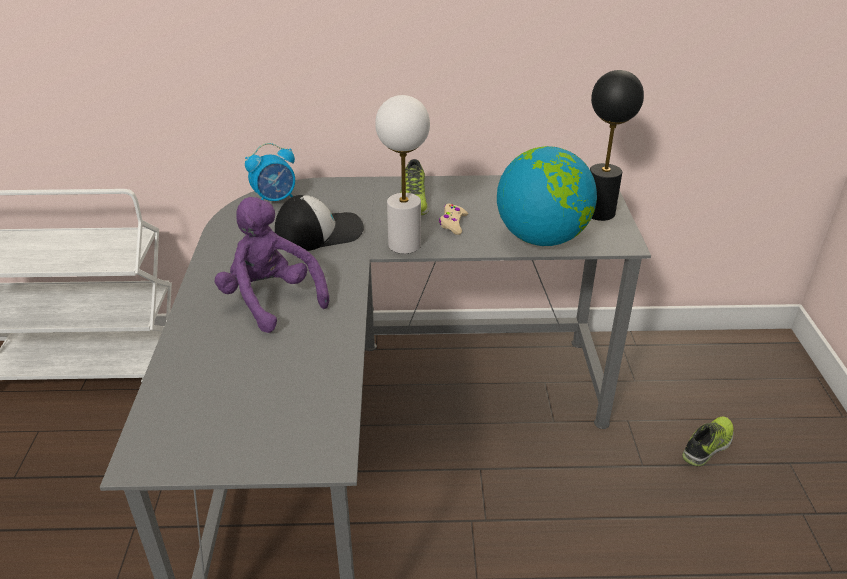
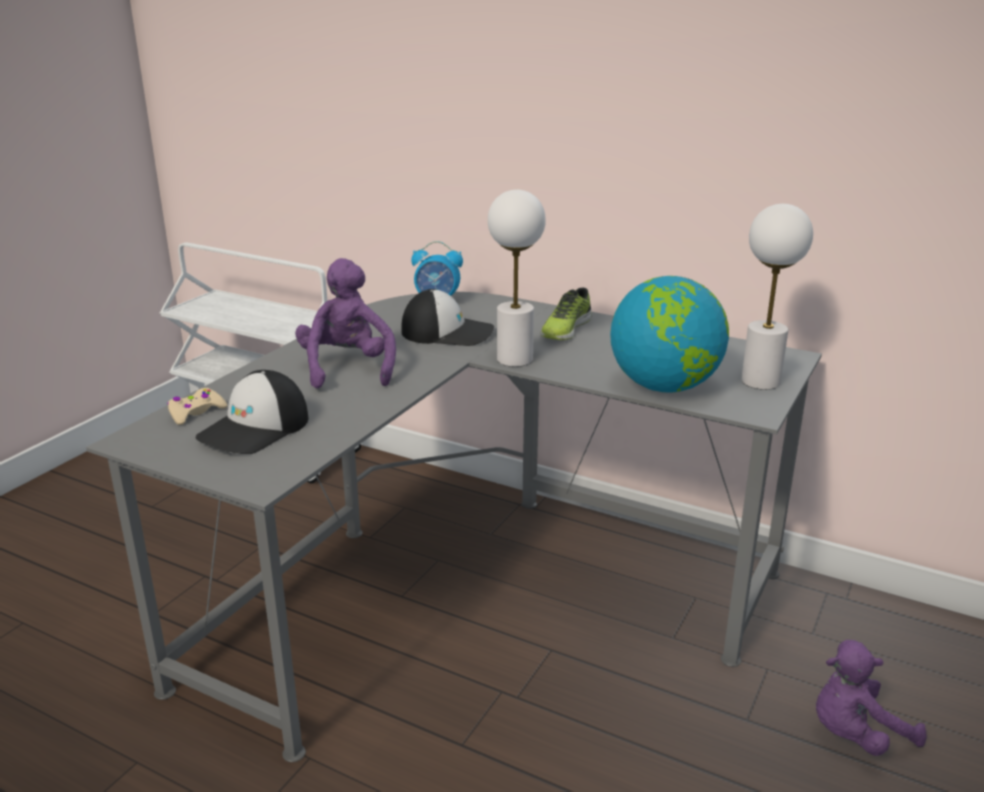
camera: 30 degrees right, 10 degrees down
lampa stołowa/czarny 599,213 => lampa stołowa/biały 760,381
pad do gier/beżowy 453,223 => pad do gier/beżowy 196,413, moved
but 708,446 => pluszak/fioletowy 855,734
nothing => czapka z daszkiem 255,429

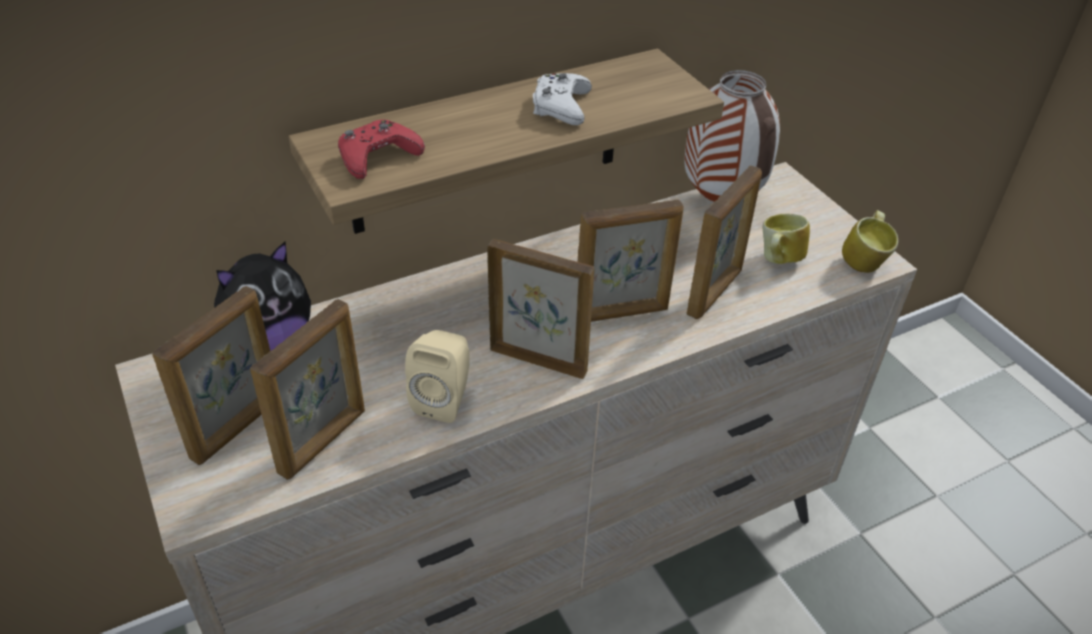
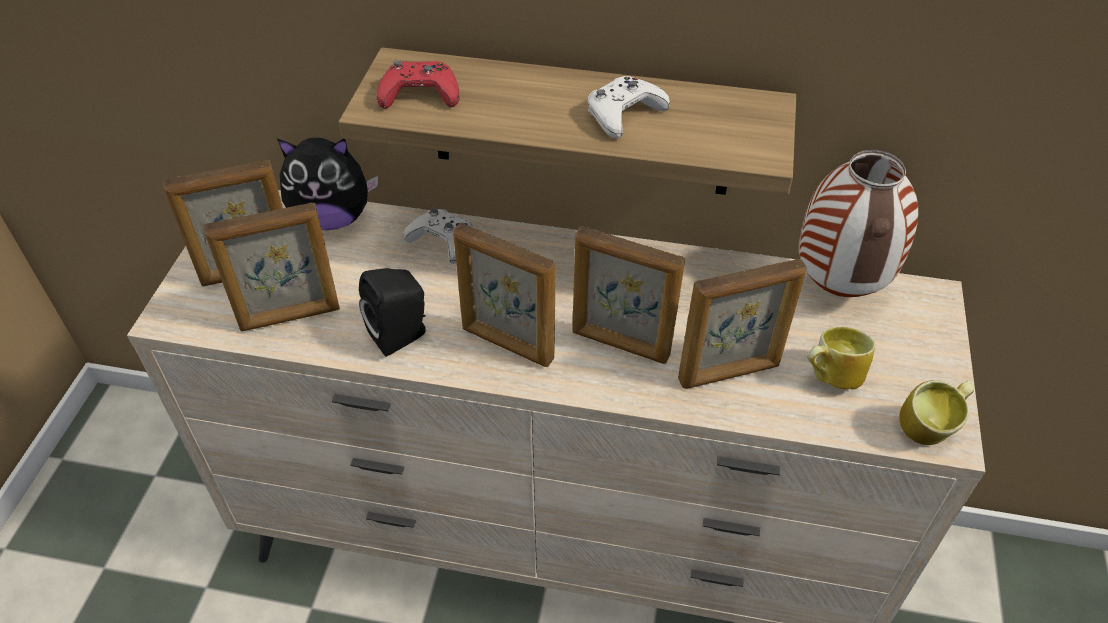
camera: 40 degrees right, 5 degrees up
ramka na zdjęcie 538,359 => ramka na zdjęcie 507,344, 150 degrees clockwise
głośnik/beżowy 444,399 => głośnik/czarny 402,335
nothing => pad do gier/biały 443,241

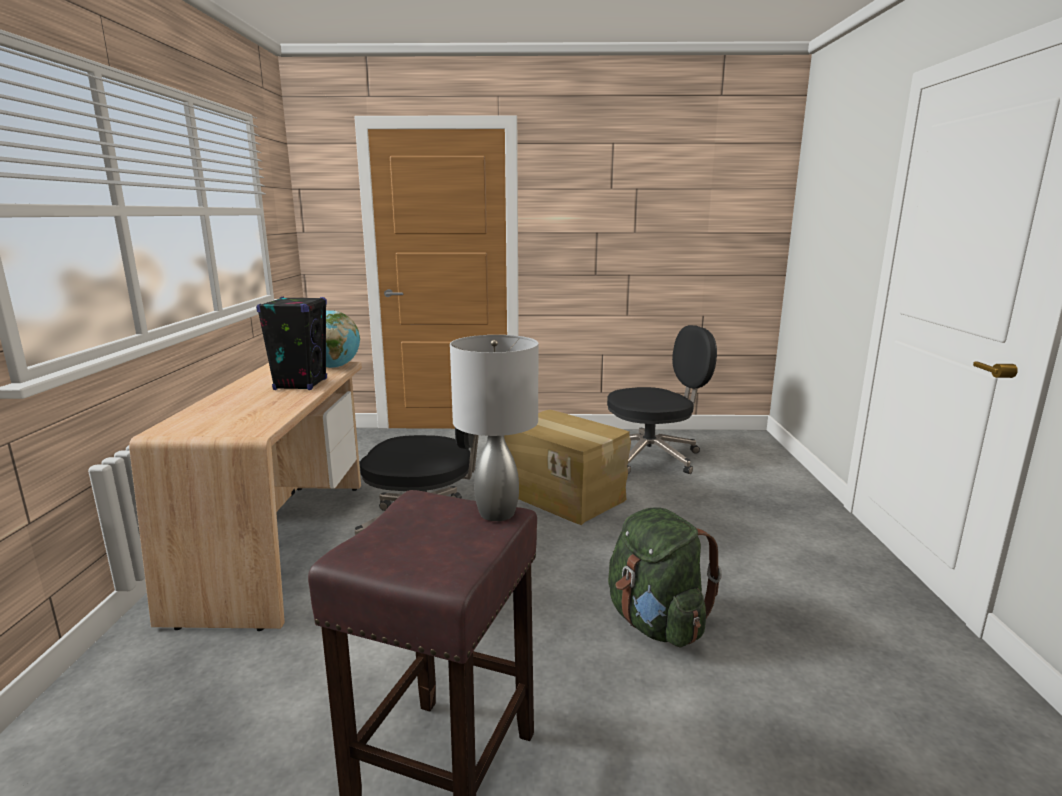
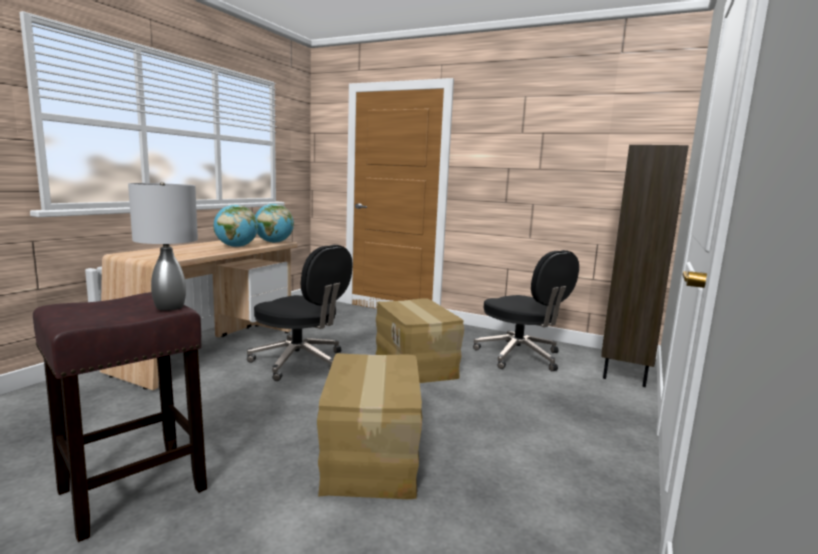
camera: 25 degrees right, 5 degrees down
głośnik/czarny 301,384 => globus 236,247
krzesło biurowe/czarny 652,457 => krzesło biurowe/czarny 520,356, 45 degrees clockwise
plecak/zielony 655,622 => karton 372,457
nothing => regał/brązowy 627,369

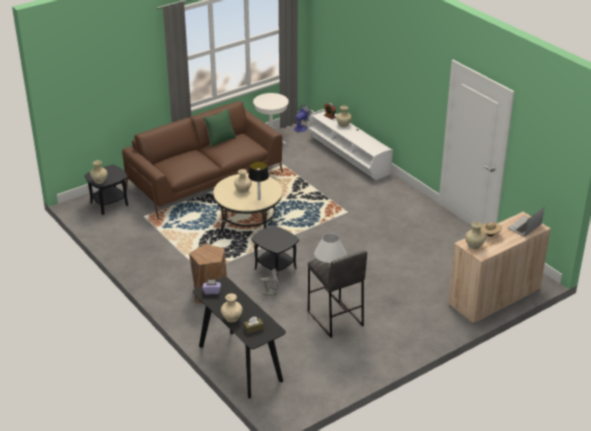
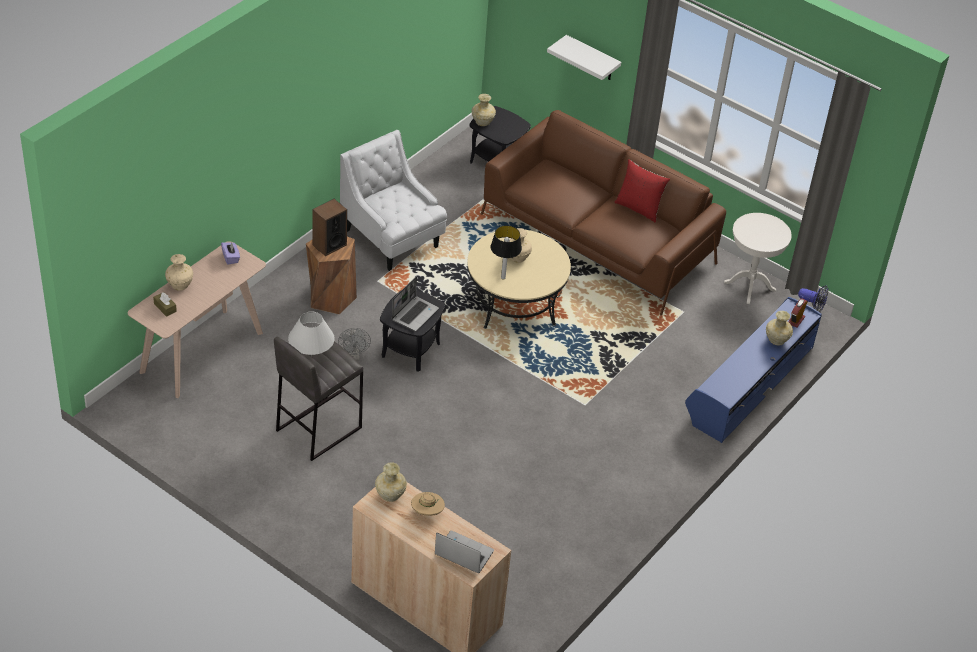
camera: 70 degrees right, 10 degrees up
poduszka/zielony 220,140 => poduszka/czerwony 639,208
szafka pod telewizor/biały 348,156 => szafka pod telewizor/niebieski 748,383
stolik konsolowy/czarny 239,363 => stolik konsolowy/beżowy 201,352
nothing => półka/biały 592,59
nothing => fotel/biały 392,239
nothing => głośnik 329,245
nothing => laptop 415,314

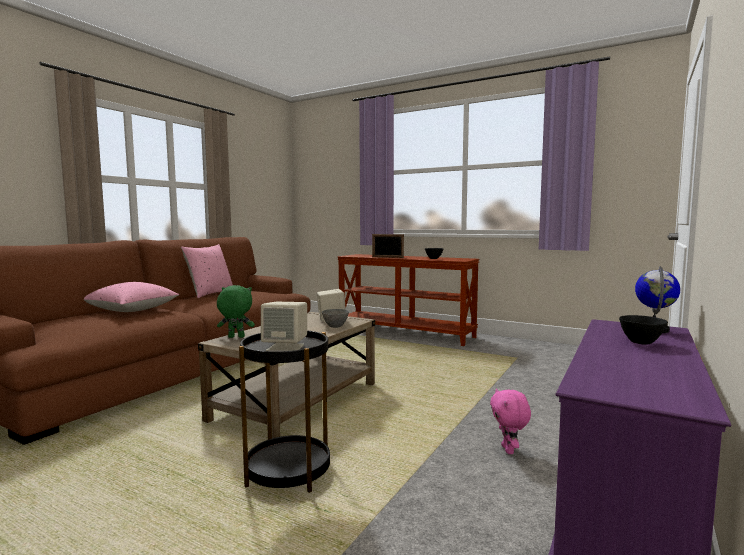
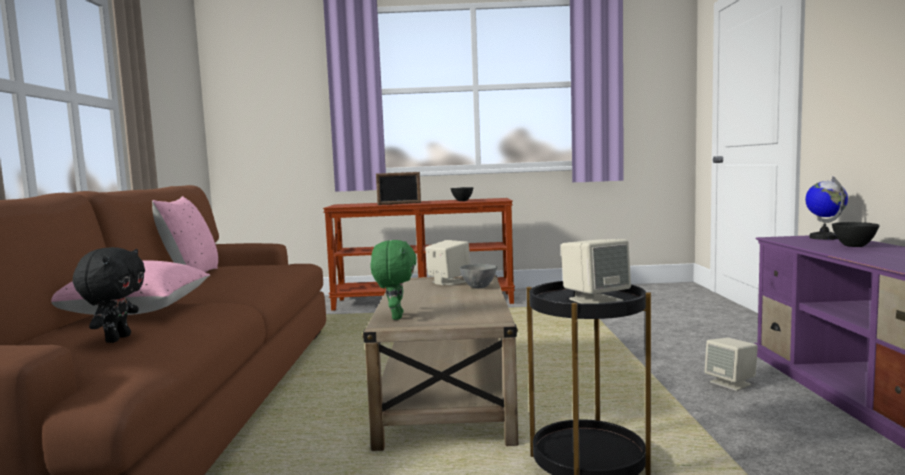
camera: 30 degrees left, 0 degrees up
pluszak/zielony 235,337 => pluszak/zielony 395,317, 120 degrees clockwise
pluszak/różowy 509,450 => głośnik/beżowy 731,383
nothing => pluszak/czarny 117,339

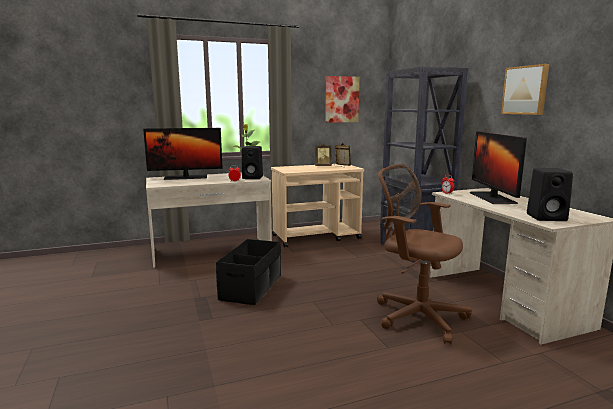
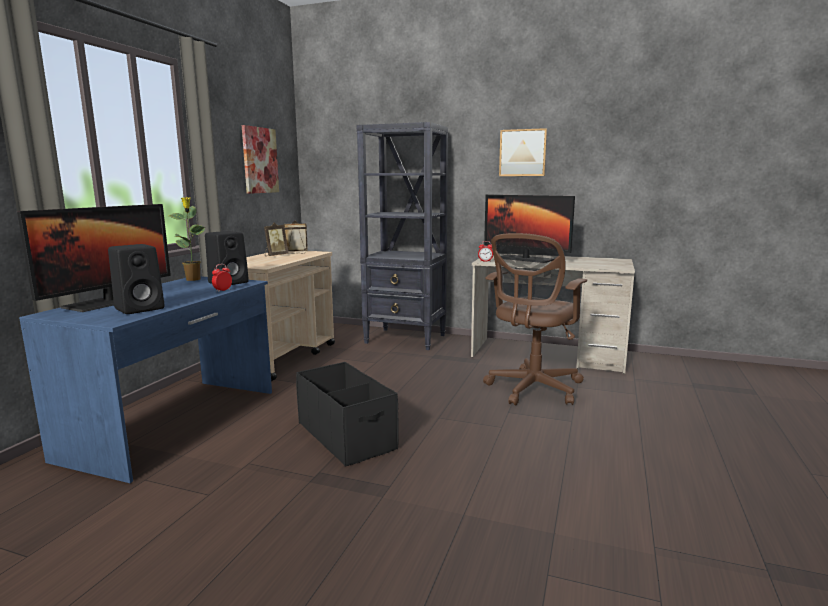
camera: 50 degrees left, 0 degrees up
krzesło biurowe/brązowy 416,316 => krzesło biurowe/brązowy 532,389, 45 degrees counterclockwise
głośnik/czarny 547,217 => głośnik/czarny 141,308, moved
biurko/beżowy 211,251 => biurko/niebieski 176,423

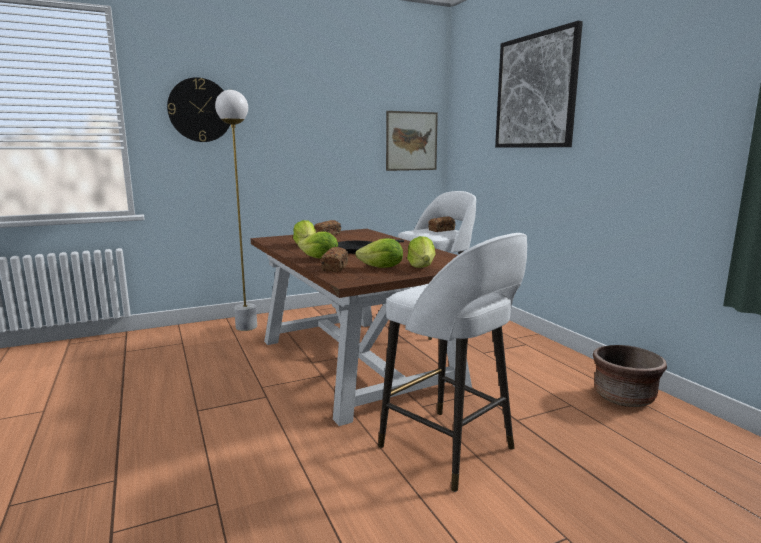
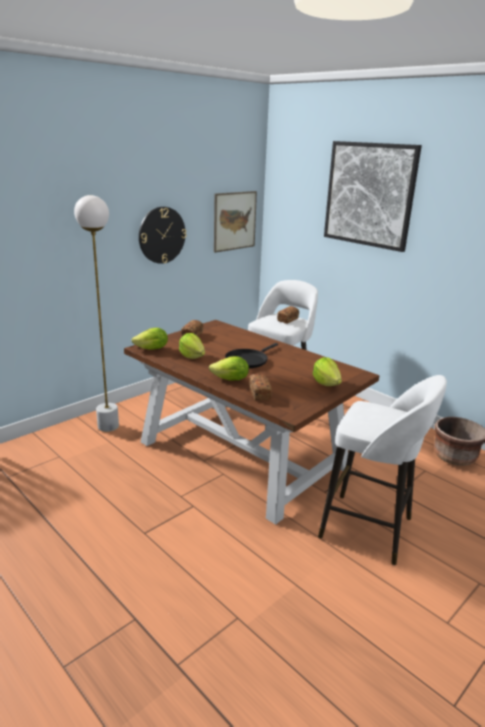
camera: 20 degrees left, 10 degrees up
zegar ścienny 200,110 => zegar ścienny 162,235, moved
sałata 382,268 => sałata 152,349, moved

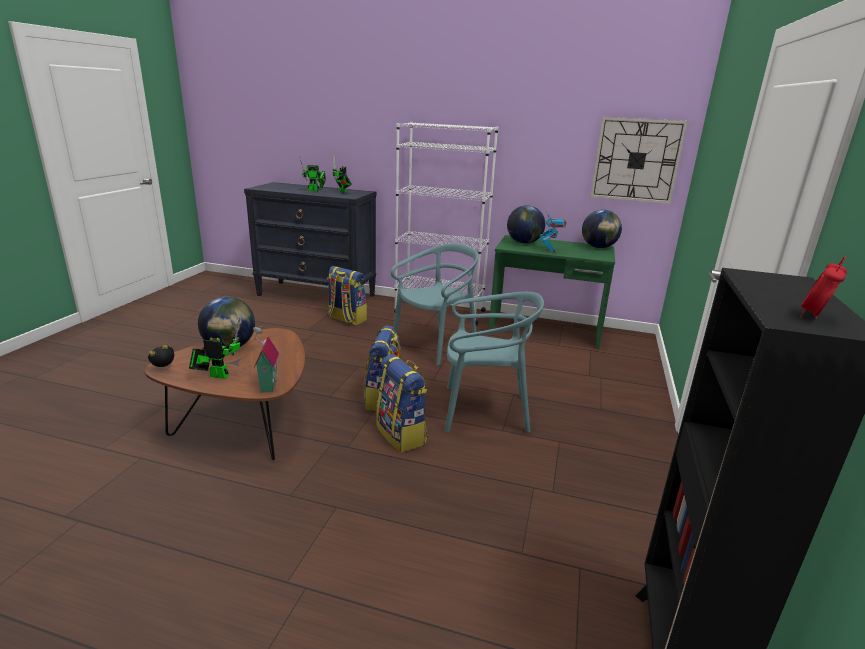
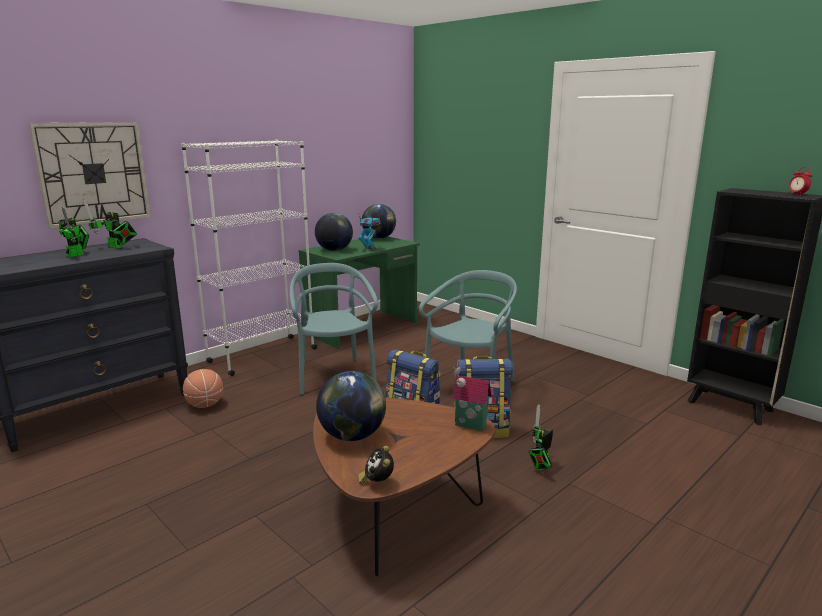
camera: 60 degrees left, 5 degrees down
zegar ścienny 636,160 => zegar ścienny 93,173, moved
plecak 346,319 => piłka do koszykówki 205,405
robot zabawkowy 216,375 => robot zabawkowy 540,467, moved

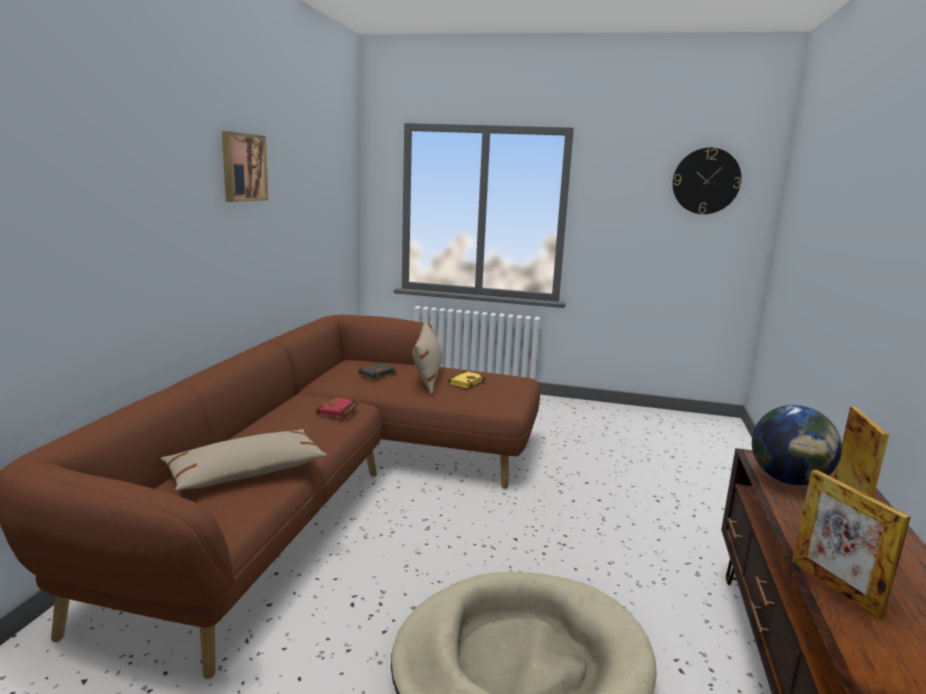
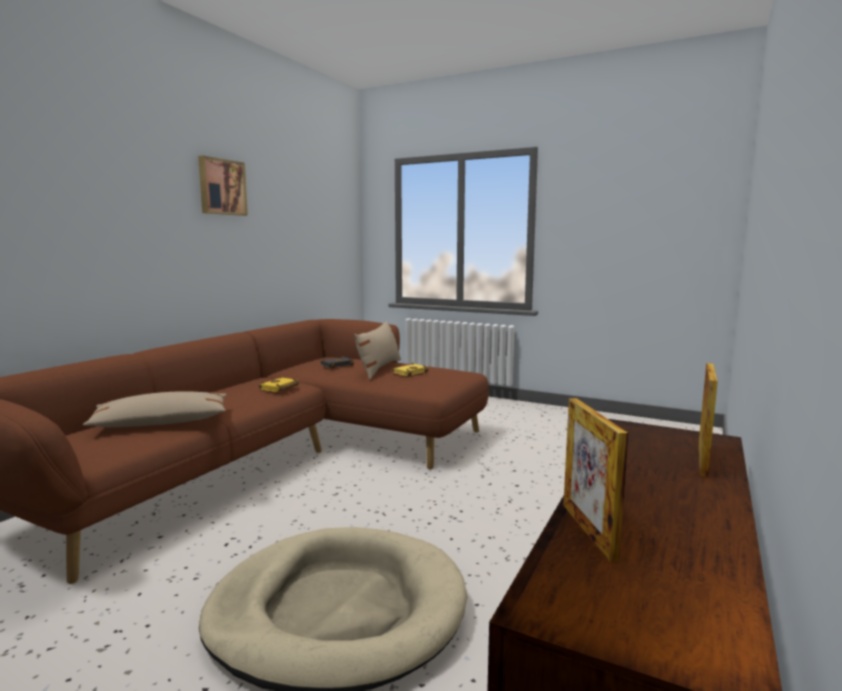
camera: 15 degrees right, 5 degrees down
zegar ścienny 706,181 => nothing
książka/czerwony 338,411 => książka/żółty 279,388
globus 788,480 => nothing

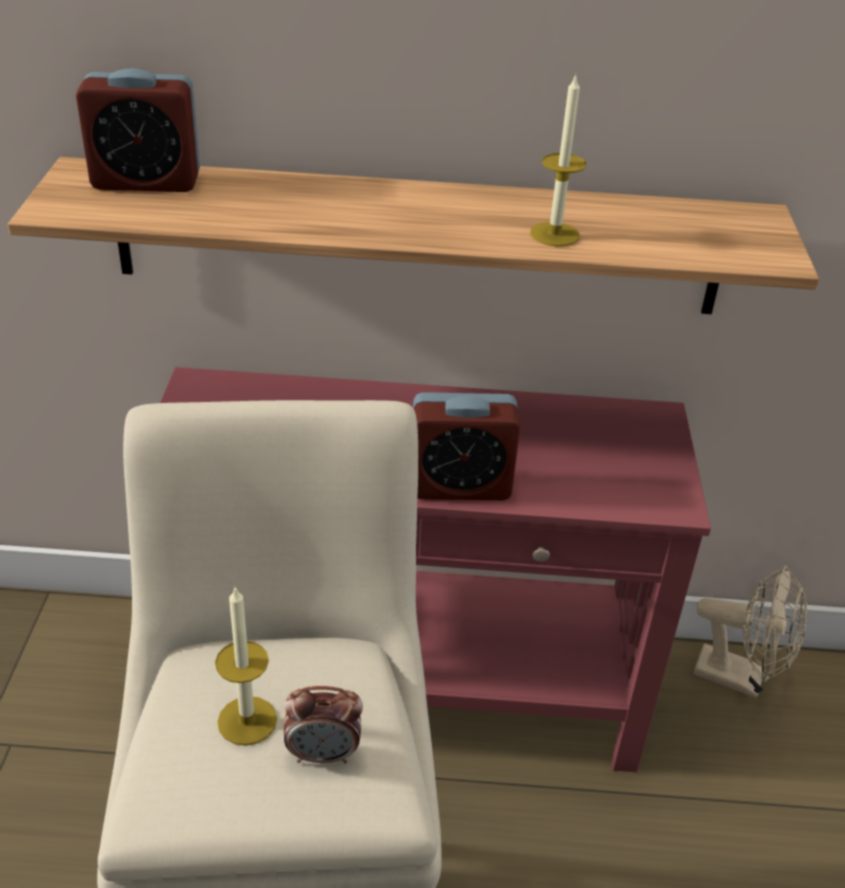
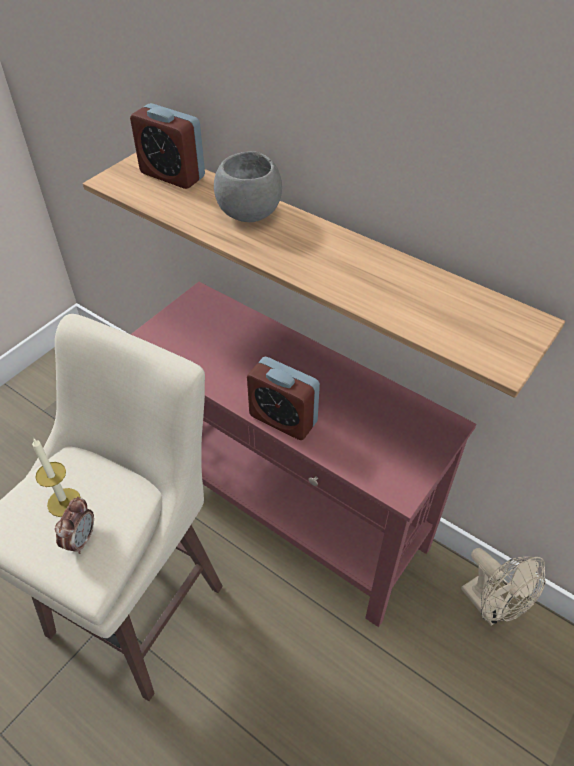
camera: 35 degrees right, 10 degrees up
świeca 554,234 => nothing
budzik 323,754 => budzik 81,539, 105 degrees counterclockwise
nothing => miska/szary 248,213

